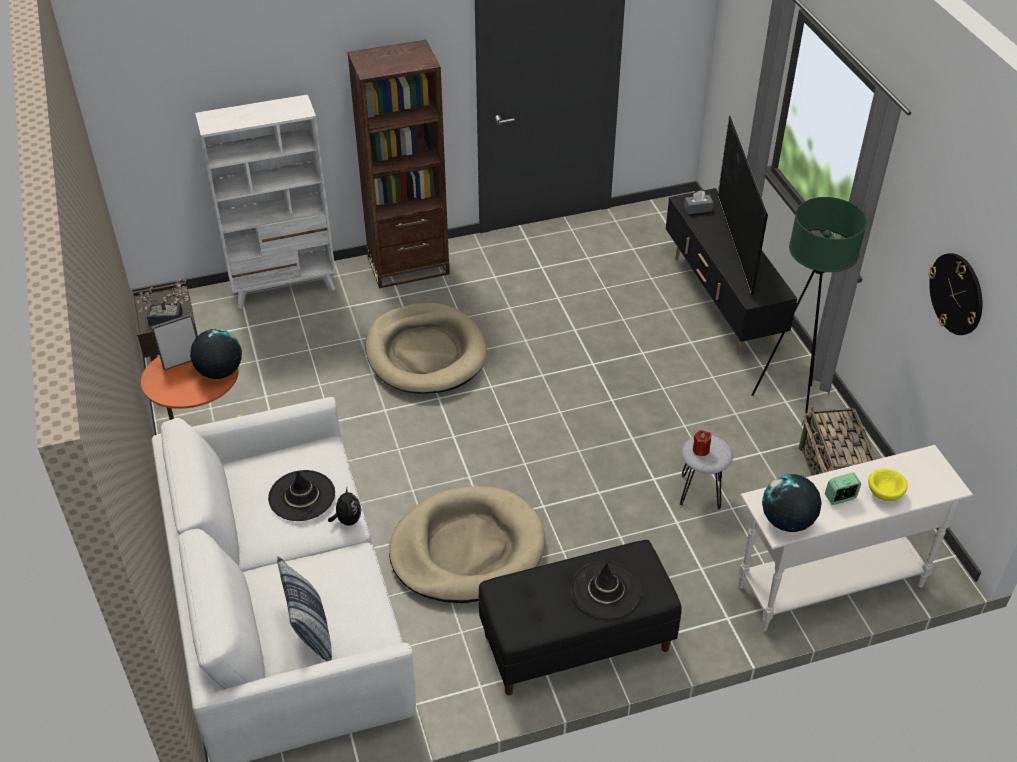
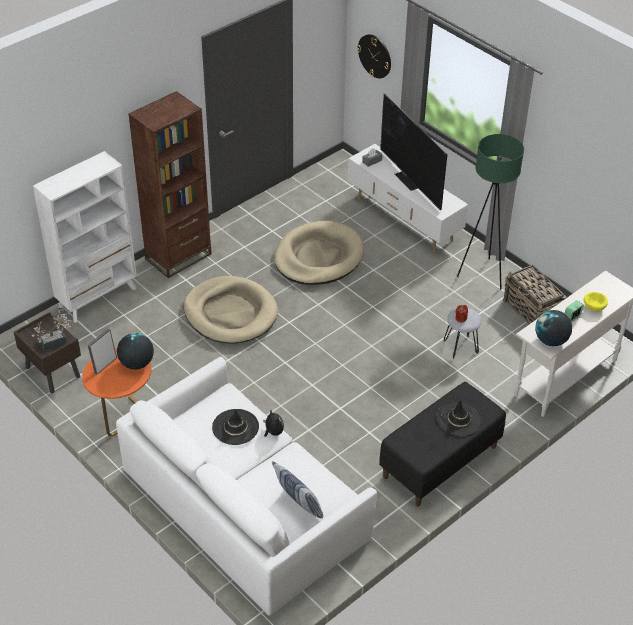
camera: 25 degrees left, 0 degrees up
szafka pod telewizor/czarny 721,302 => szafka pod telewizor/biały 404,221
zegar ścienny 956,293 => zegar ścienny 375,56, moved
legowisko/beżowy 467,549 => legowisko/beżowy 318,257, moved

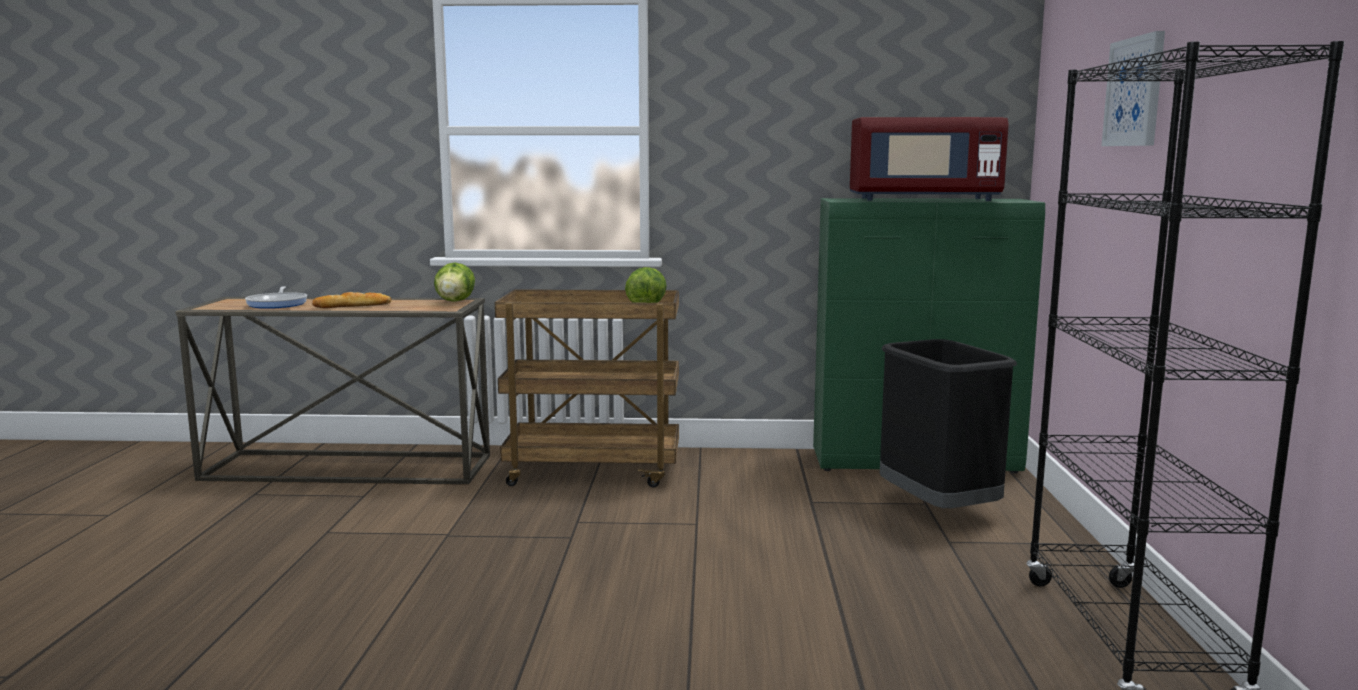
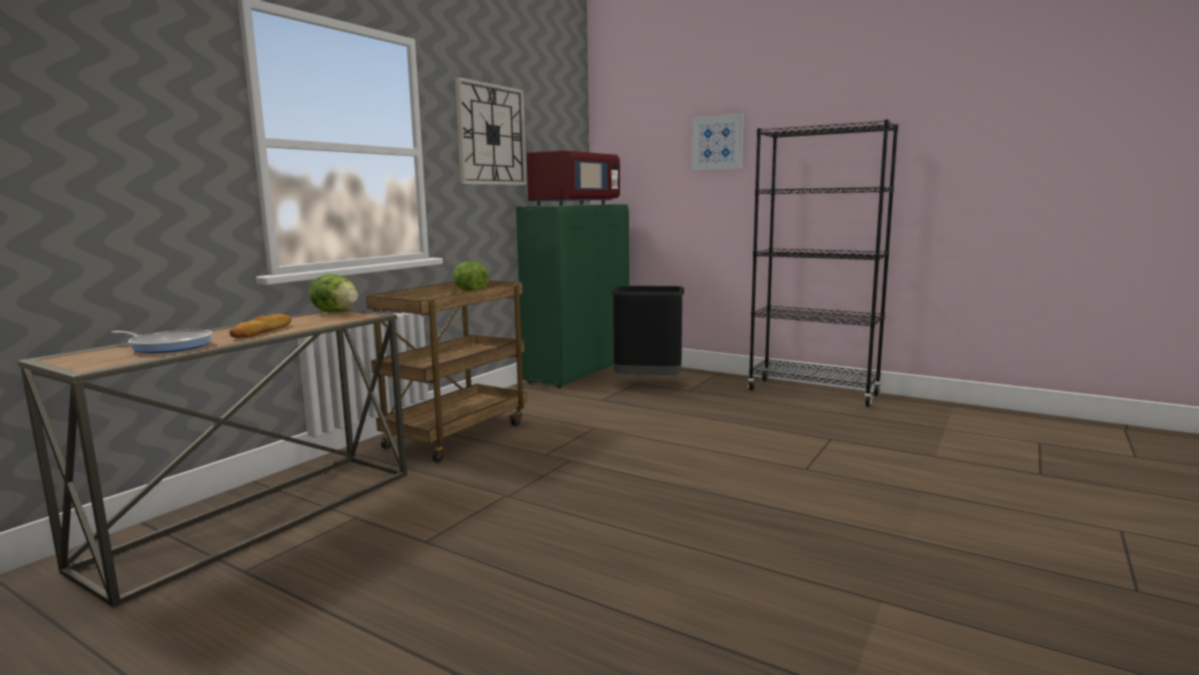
camera: 60 degrees left, 0 degrees up
nothing => zegar ścienny 491,135

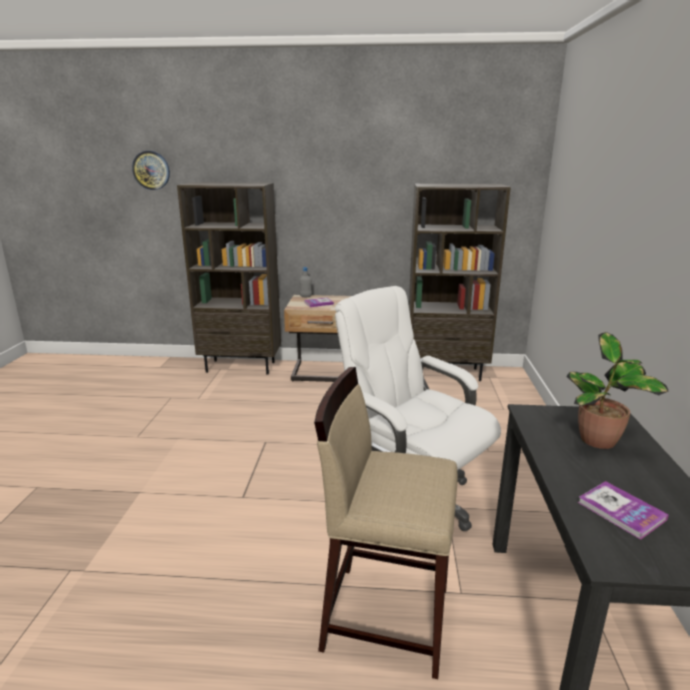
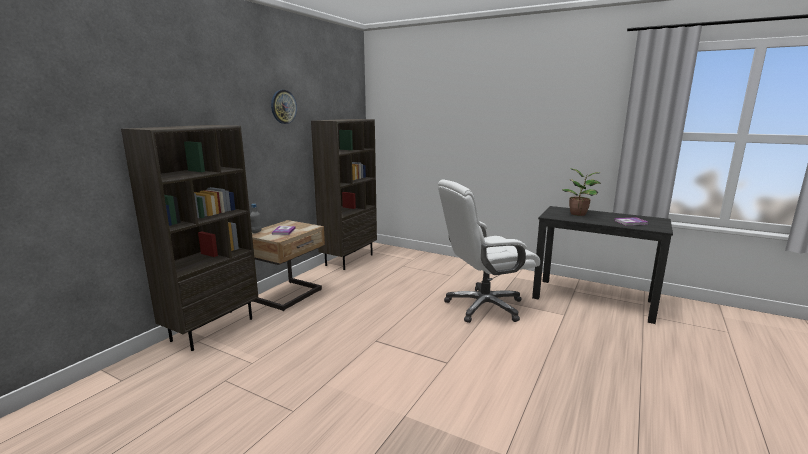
camera: 65 degrees left, 5 degrees down
zegar ścienny 151,170 => zegar ścienny 283,107, moved
stołek/beżowy 385,616 => nothing

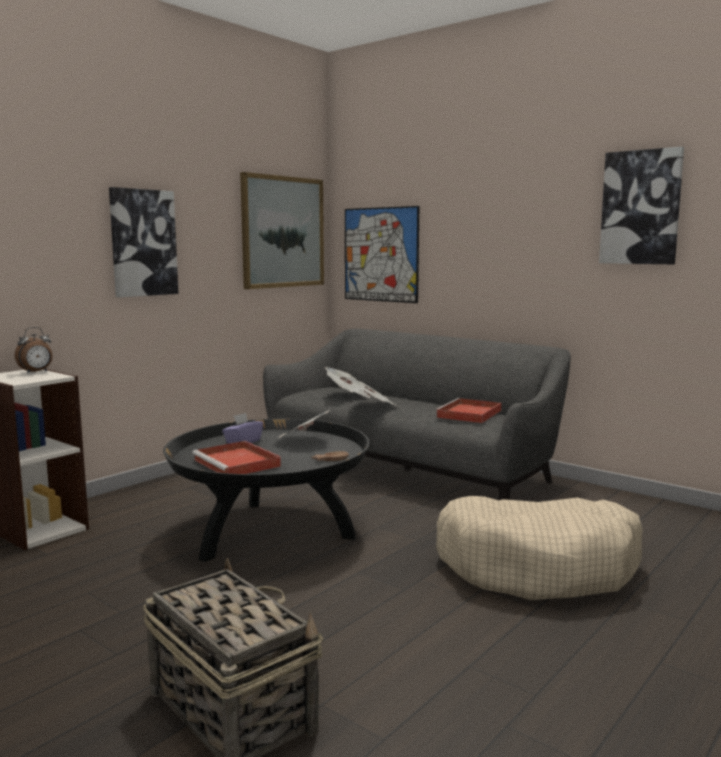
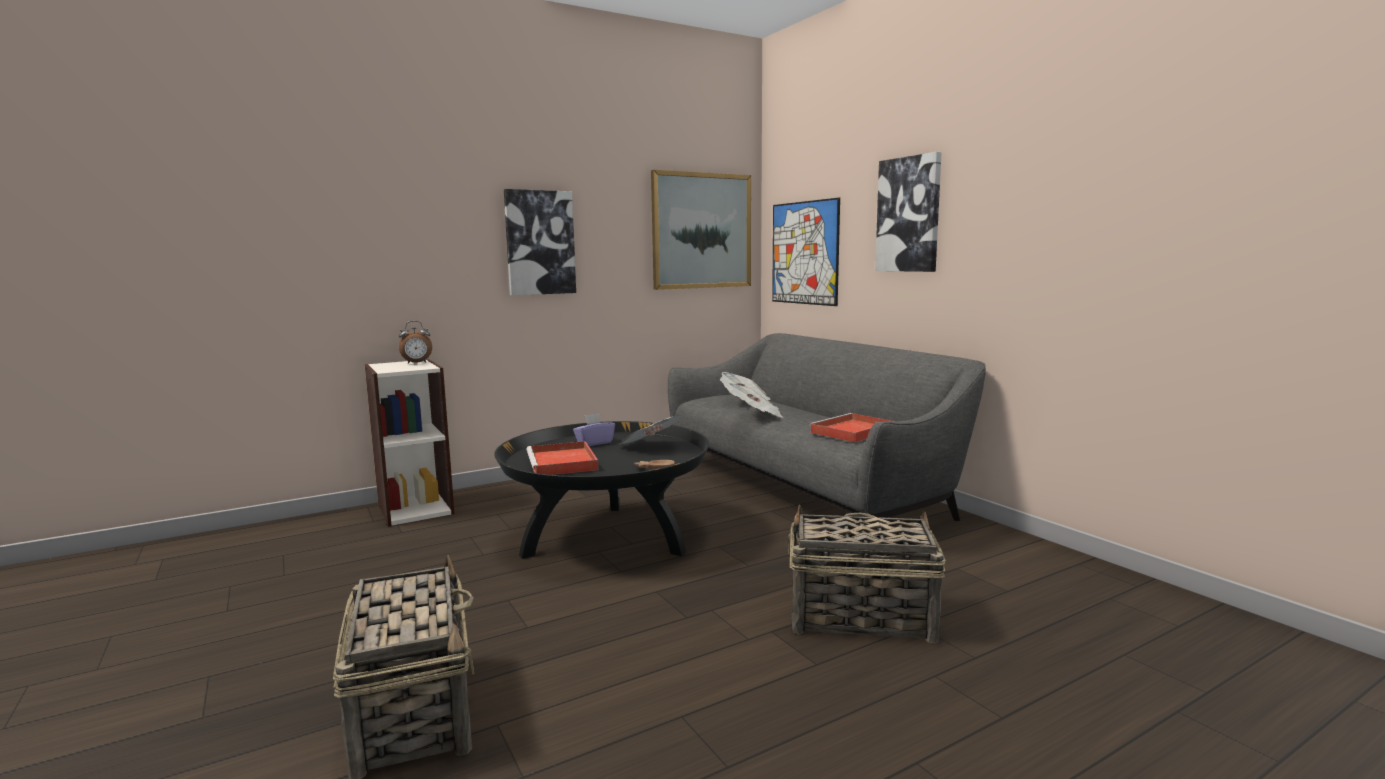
camera: 20 degrees right, 0 degrees up
obraz 641,207 => obraz 909,214, moved
legowisko/beżowy 538,567 => koszyk 859,617

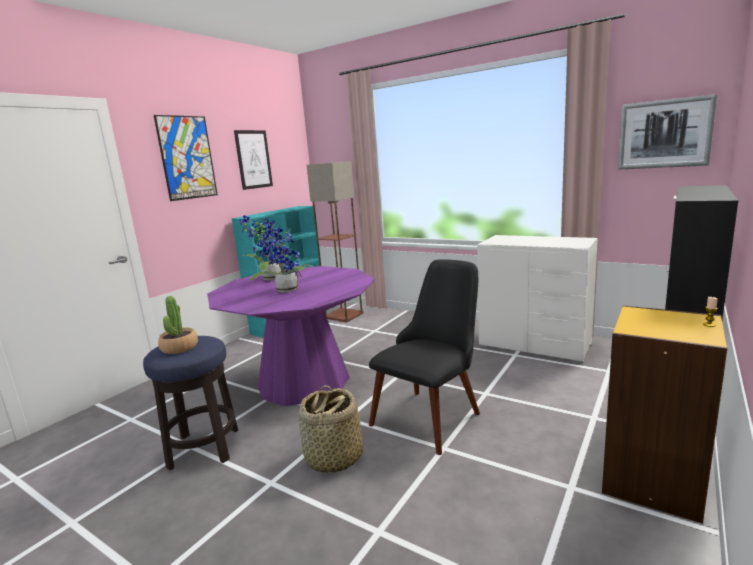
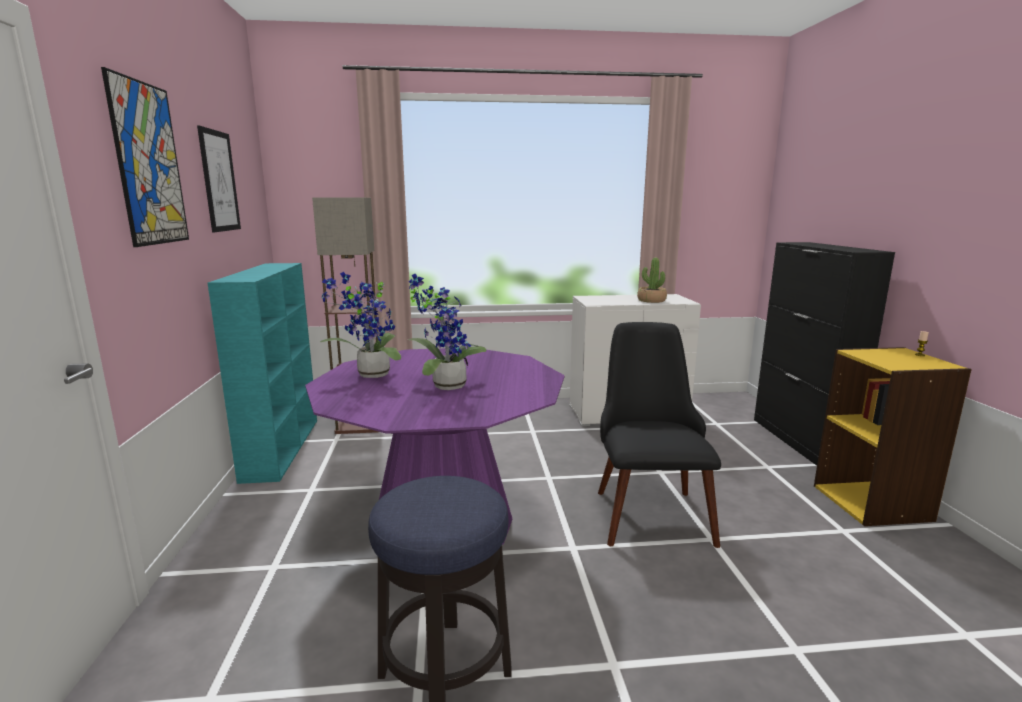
camera: 40 degrees left, 0 degrees up
obraz 664,134 => nothing
roślina doniczkowa 179,348 => roślina doniczkowa 651,300, moved
koszyk 333,457 => nothing

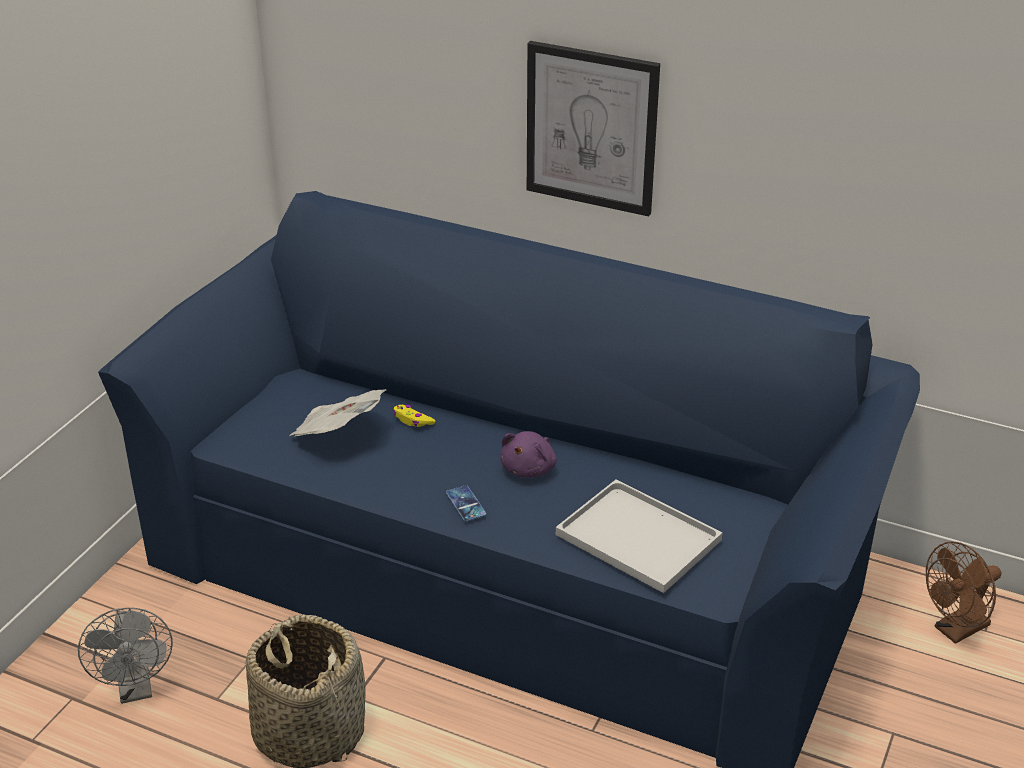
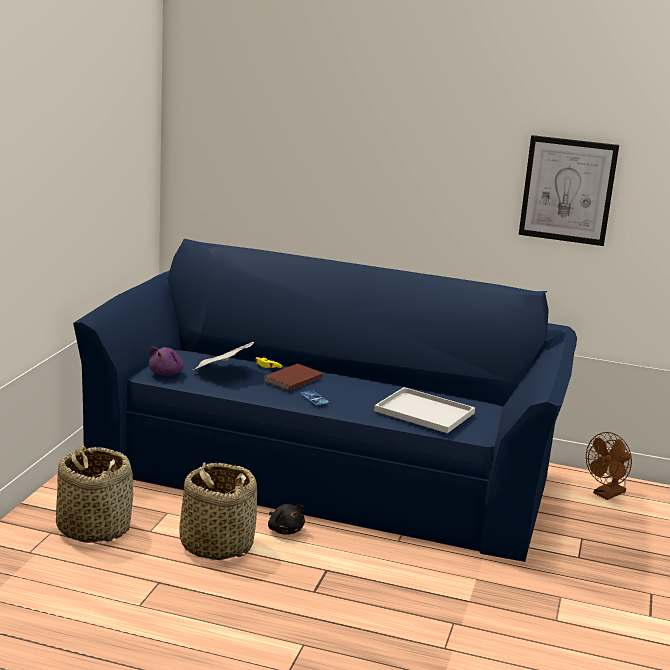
camera: 10 degrees left, 15 degrees down
obraz 591,128 => obraz 567,190, moved
pluszak/fioletowy 530,469 => pluszak/fioletowy 167,373, moved
wentylator/szary 136,689 => koszyk 94,528
nothing => książka/brązowy 291,379
nothing => pluszak/czarny 285,530

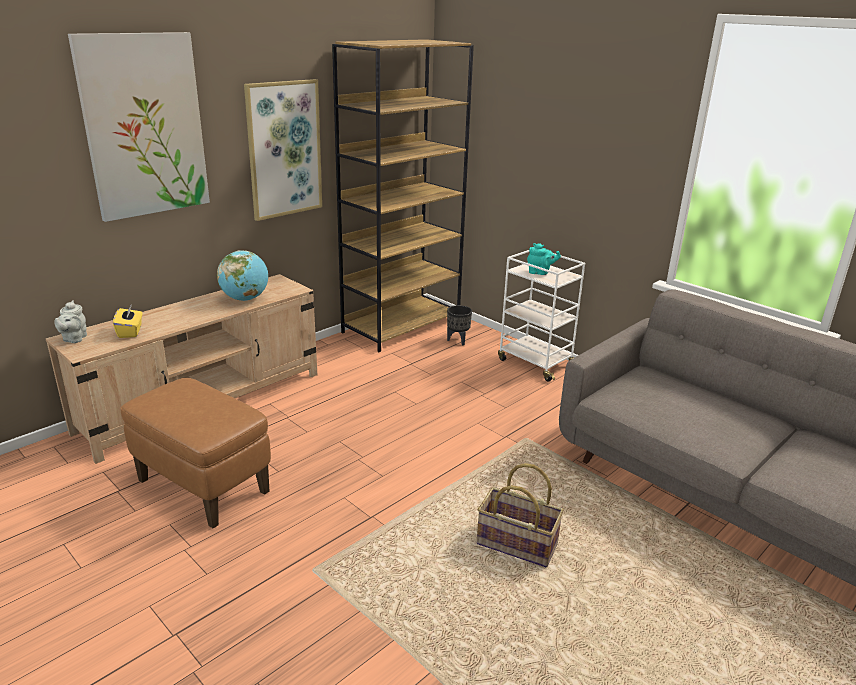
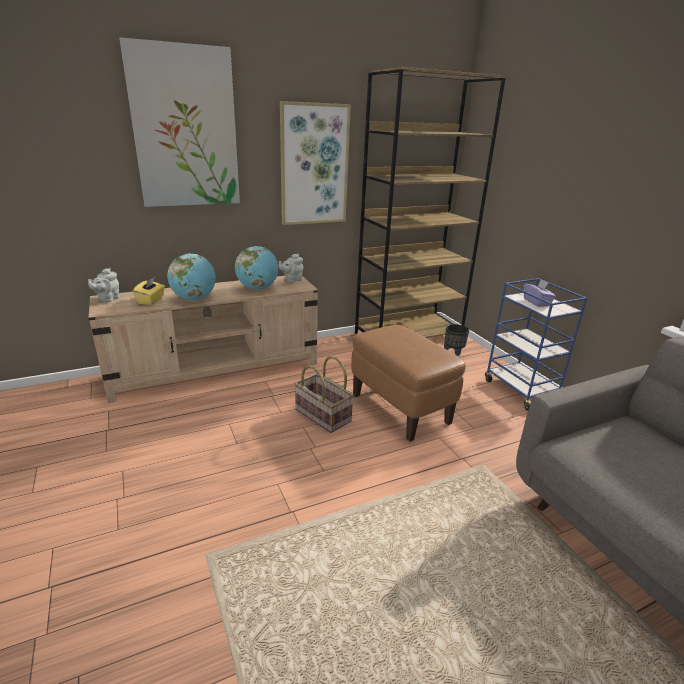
camera: 20 degrees right, 0 degrees up
imbryk/turkusowy 540,273 => pudełko chusteczek/fioletowy 536,302
wózek/biały 535,363 => wózek/niebieski 521,390
pufa/brązowy 204,486 => pufa/brązowy 400,409, moved
koszyk 516,544 => koszyk 322,415, moved
nothing => globus 194,299
nothing => imbryk/szary 292,280

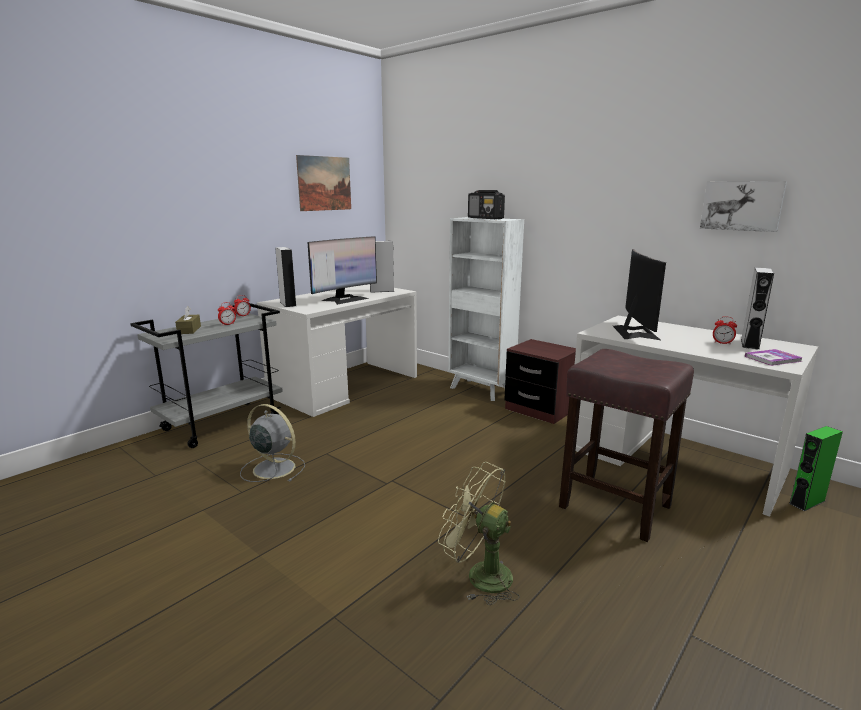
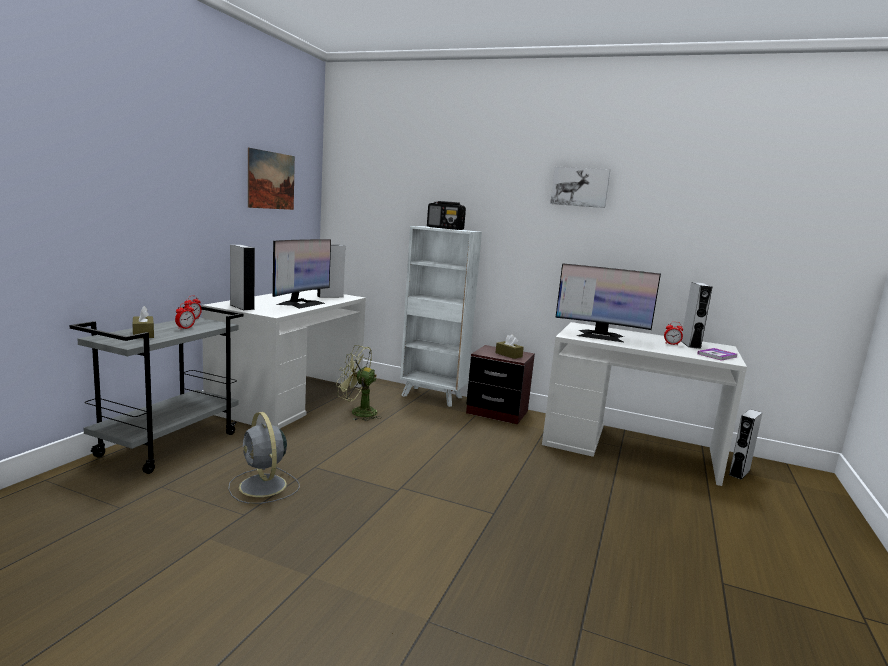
camera: 20 degrees left, 5 degrees down
obraz 742,206 => obraz 580,187, moved
monitor 635,332 => monitor 600,336, 120 degrees clockwise
stołek/brązowy 612,506 => nothing
wentylator/szary 272,468 => wentylator/szary 263,487, 135 degrees counterclockwise
głośnik/zielony 807,502 => głośnik/szary 739,472
wentylator/zielony 480,575 => wentylator/zielony 358,412, moved
nothing => pudełko chusteczek/brązowy 508,355

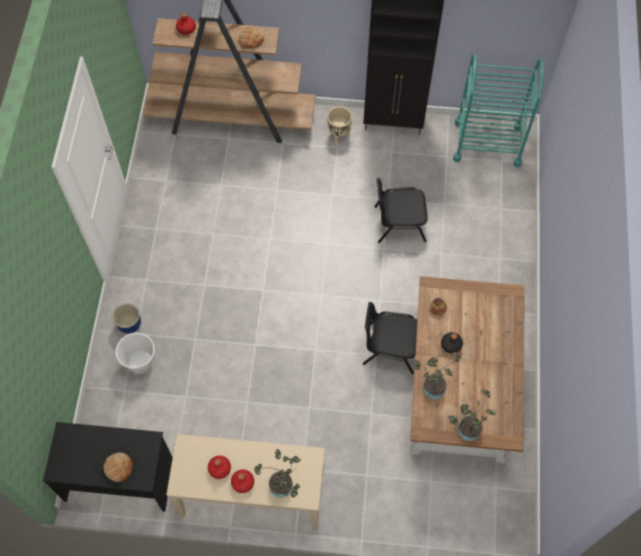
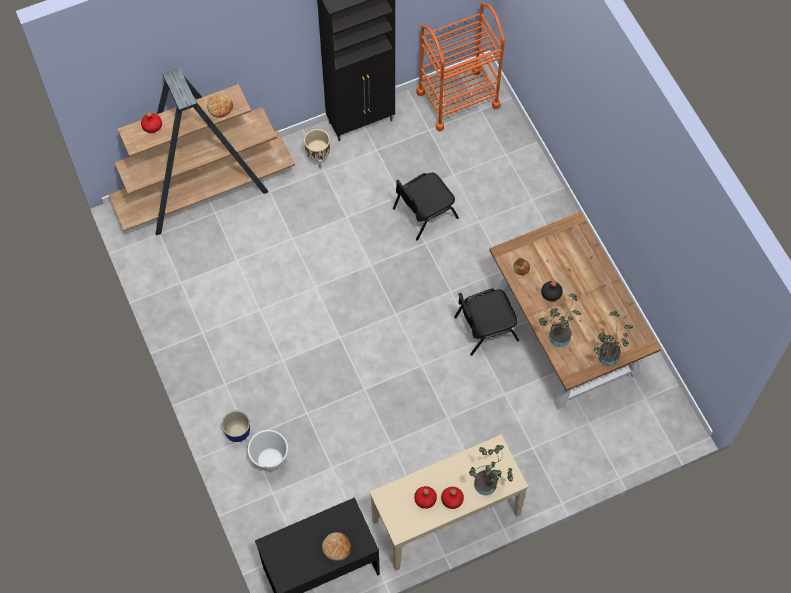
camera: 30 degrees left, 0 degrees up
wózek/turkusowy 487,143 => wózek/pomarańczowy 458,99

